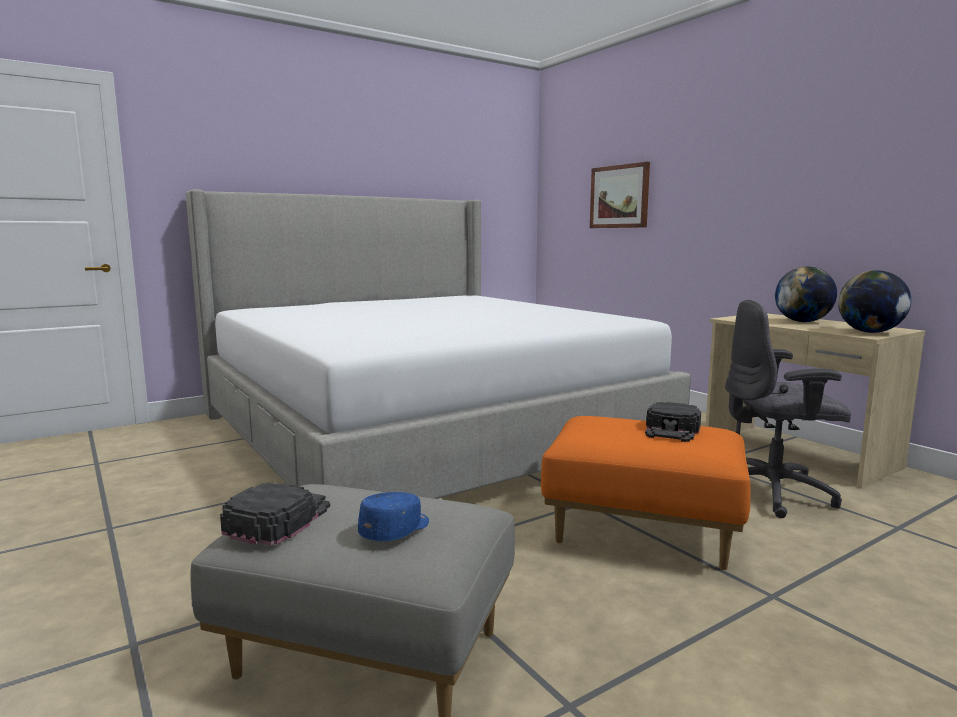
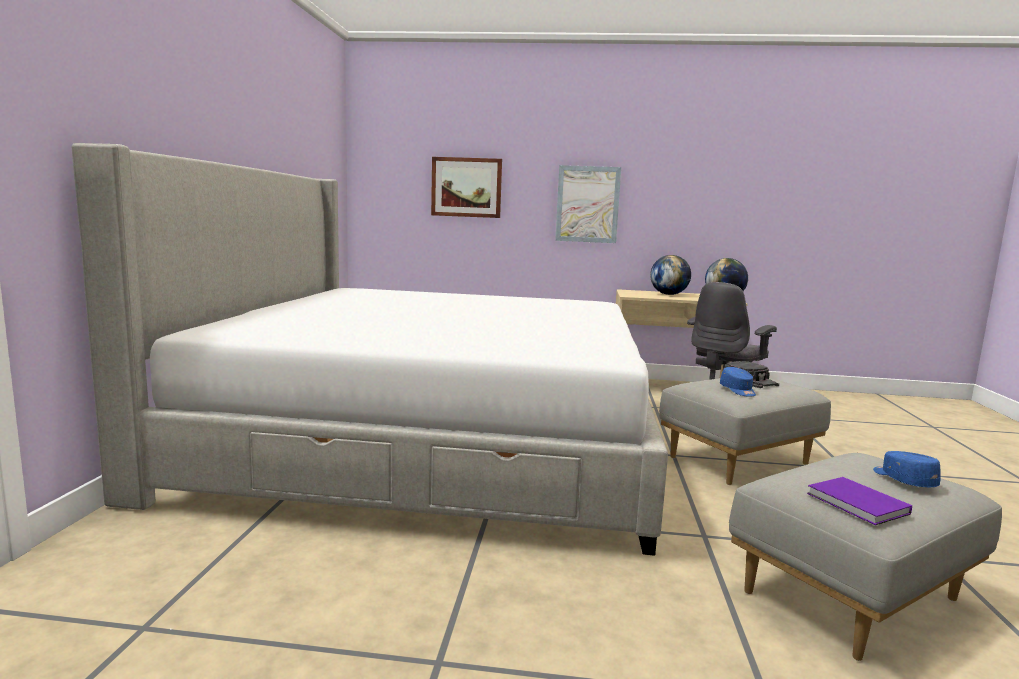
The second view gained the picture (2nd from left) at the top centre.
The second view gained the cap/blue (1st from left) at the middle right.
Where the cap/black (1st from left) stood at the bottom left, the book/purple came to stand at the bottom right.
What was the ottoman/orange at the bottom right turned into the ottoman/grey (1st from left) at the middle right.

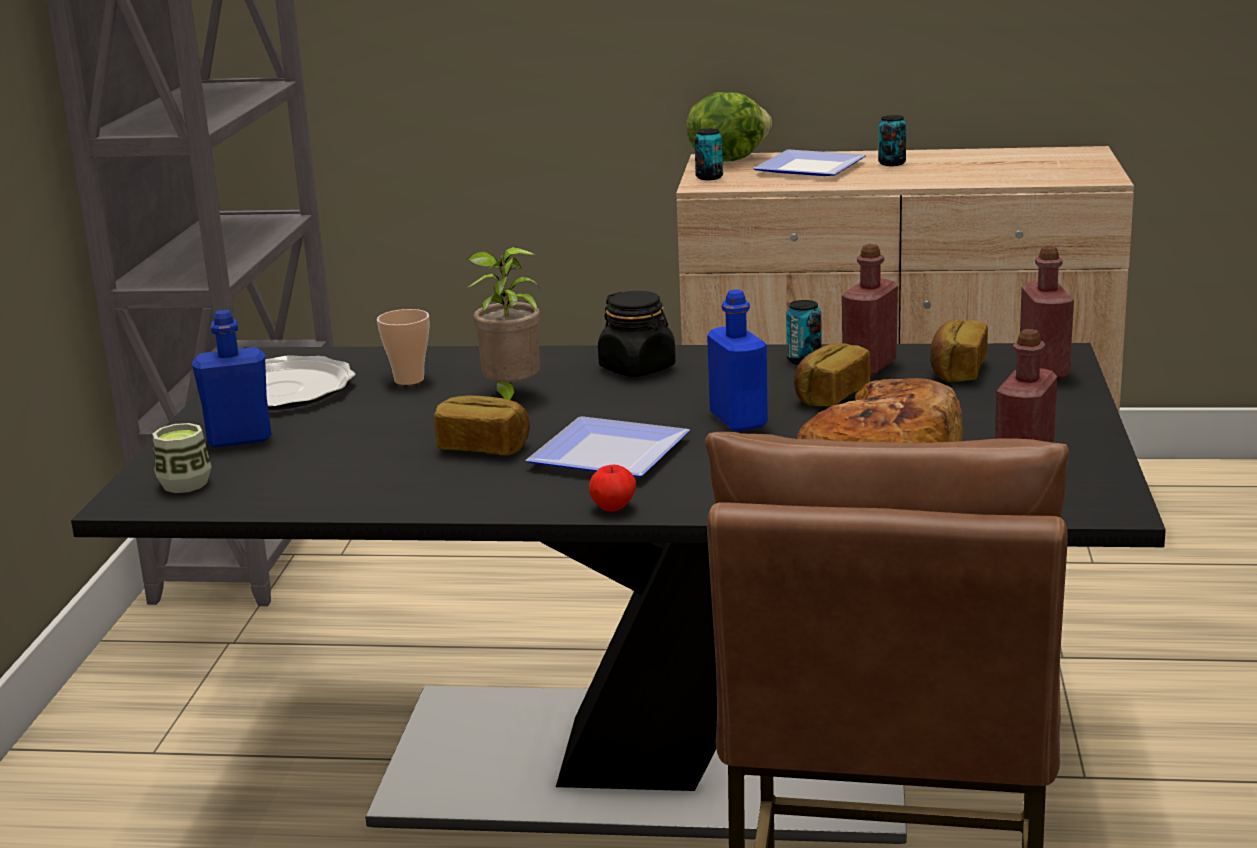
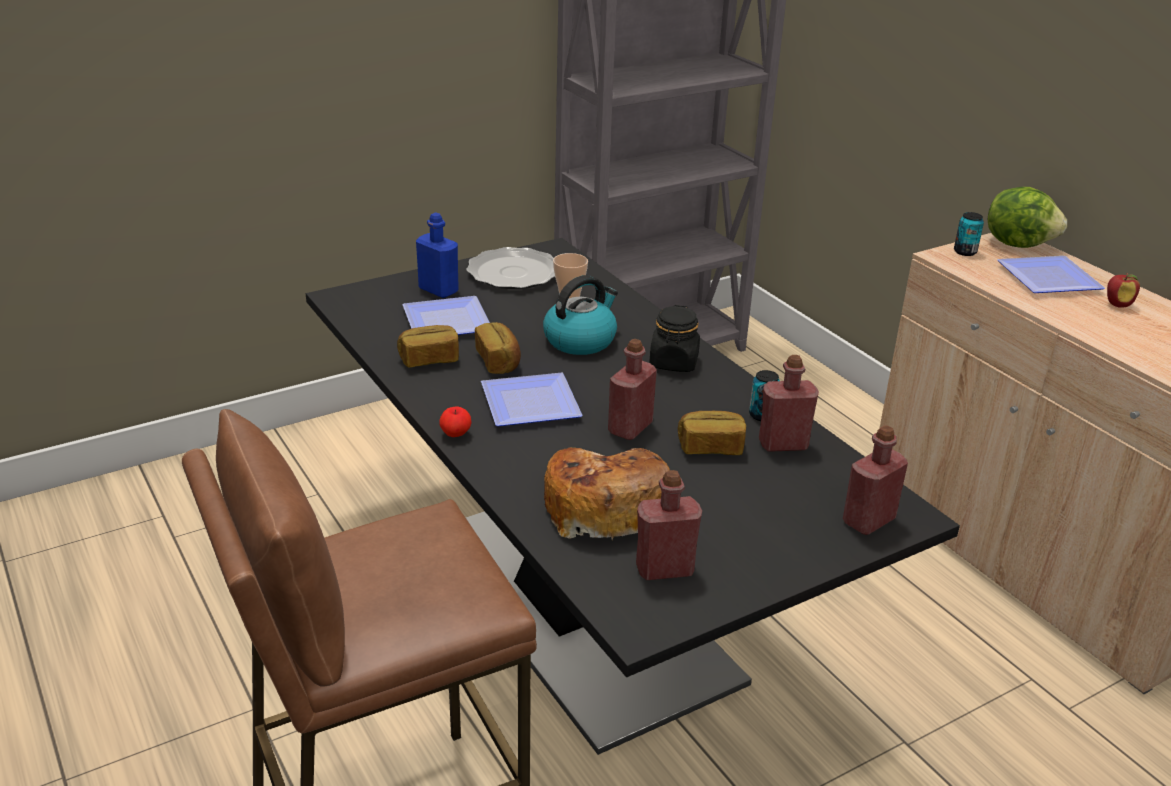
The second view lost the cup (1st from left) at the middle left.
The second view gained the plate (1st from left) at the centre.
The bread (4th from left in the first image) ended up elsewhere, having gone from the middle right to the centre.
Where the potted plant stood at the centre, the kettle came to stand at the centre.
Where the can (3rd from left) stood at the top right, the apple (2nd from left) came to stand at the middle right.
What was the bottle/blue (2nd from left) at the centre turned into the bottle/red (1st from left) at the centre.

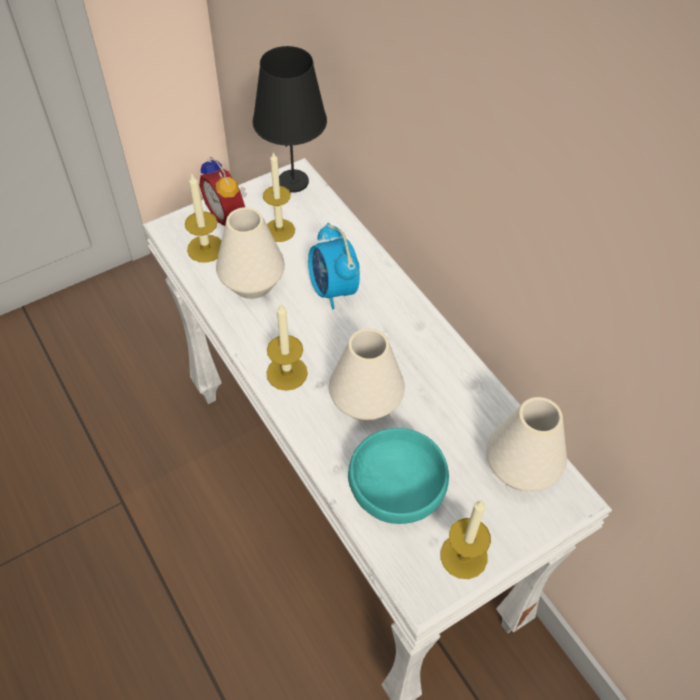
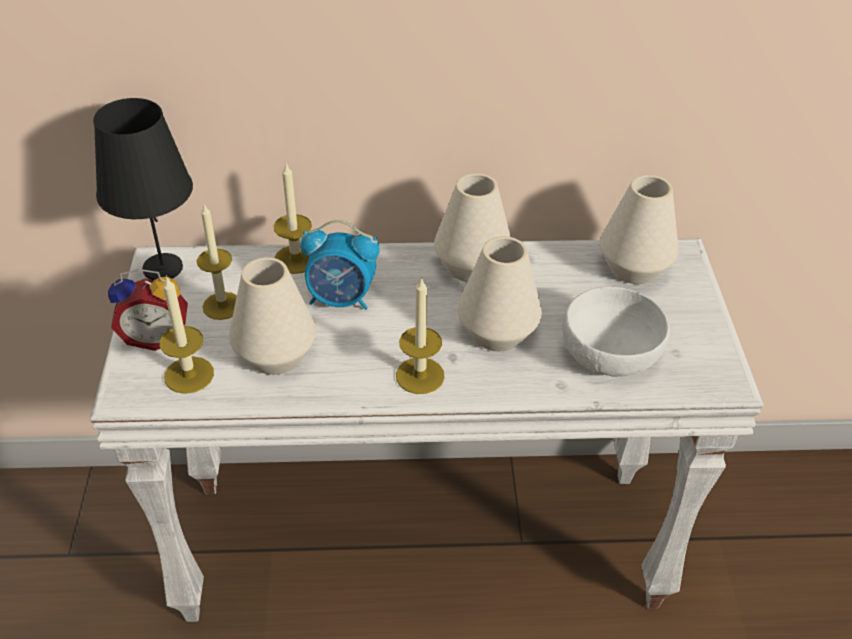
The second view gained the vase/white (2nd from left) at the centre.
The candle (4th from left in the first image) ended up elsewhere, having gone from the bottom centre to the centre.
What was the bowl/turquoise at the bottom centre turned into the bowl/white at the middle right.

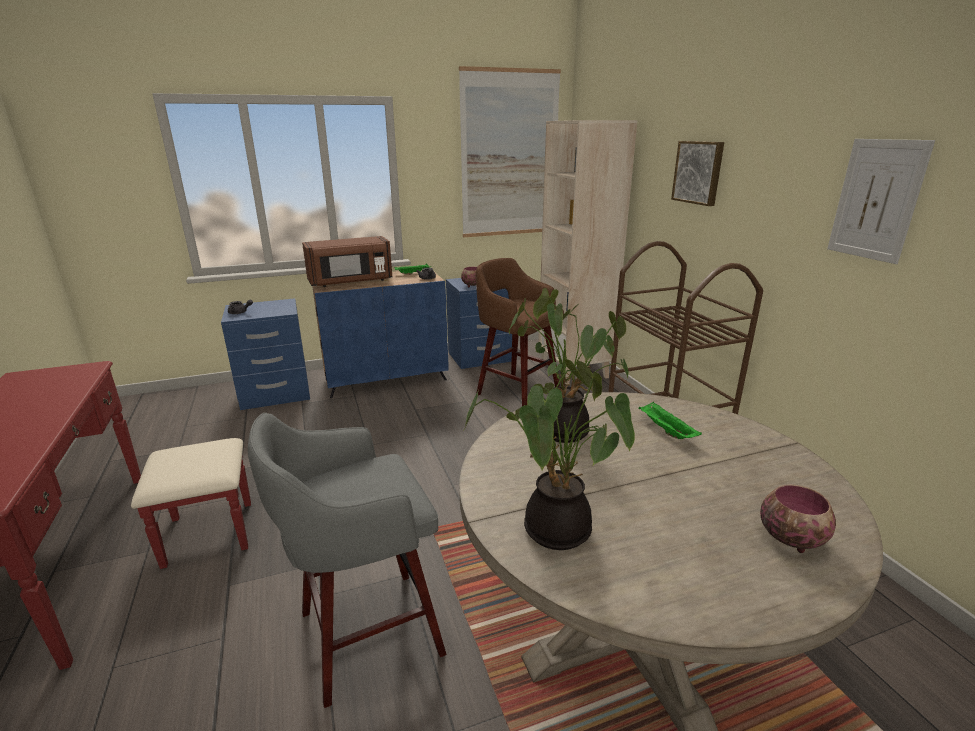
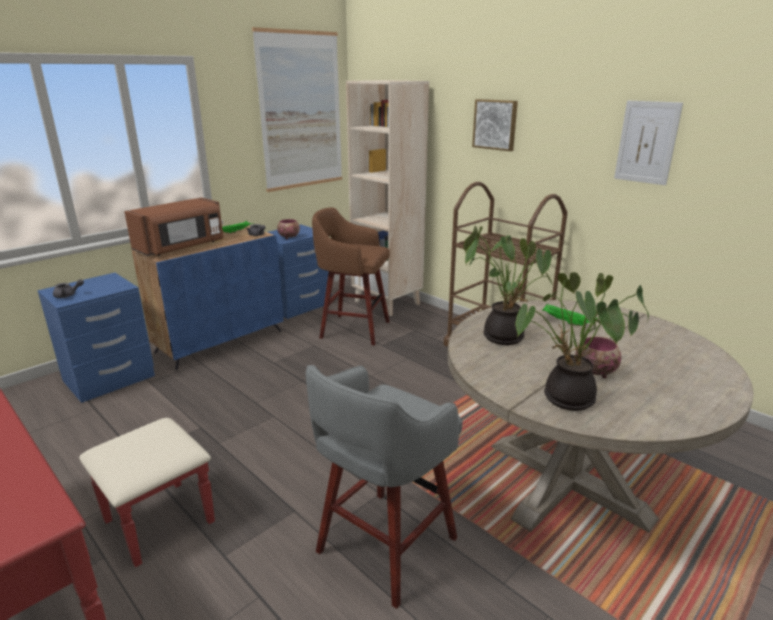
The bowl (2nd from left) ended up elsewhere, having gone from the bottom right to the middle right.

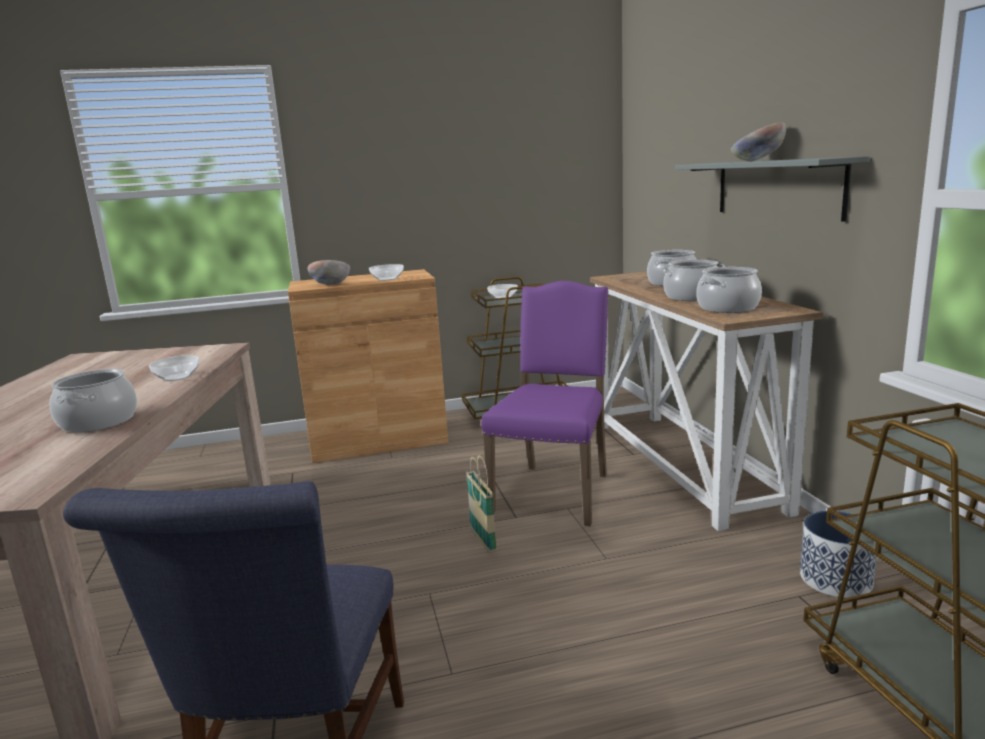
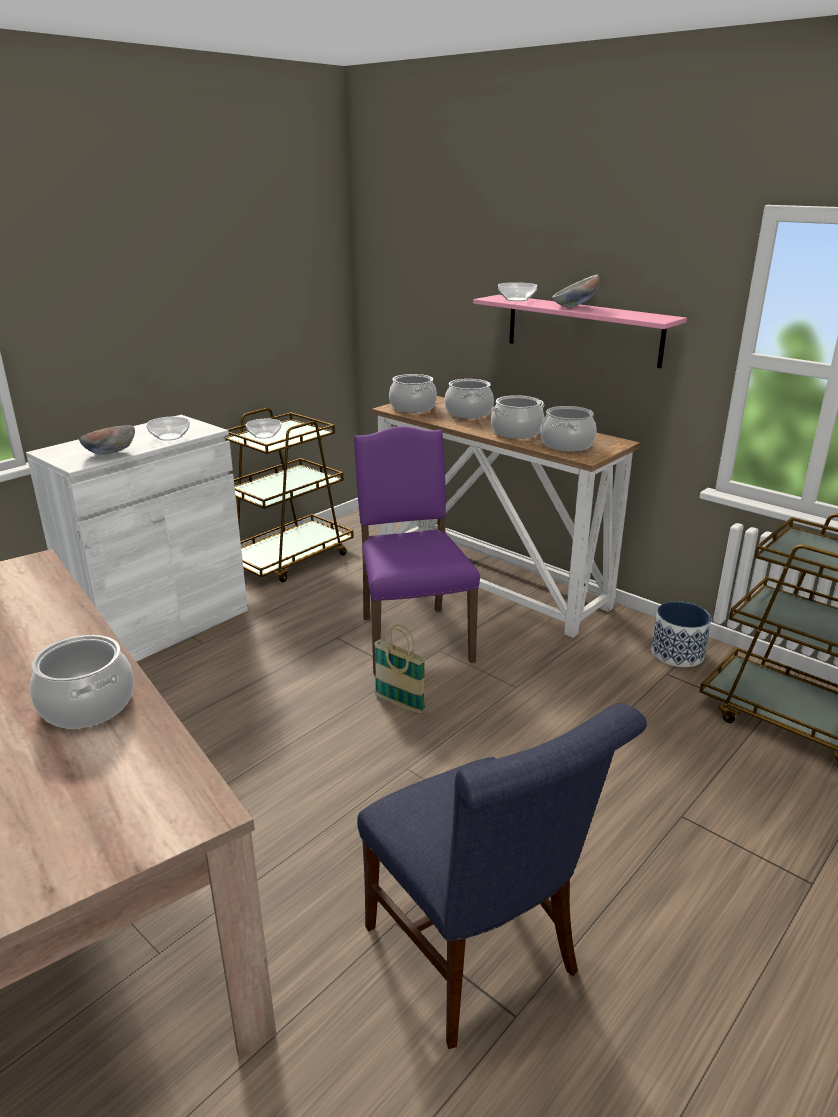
The second view gained the cooking pot (2nd from left) at the centre.
The bowl (1st from left in the first image) ended up elsewhere, having gone from the middle left to the top centre.
What was the cabinet/brown at the centre turned into the cabinet/white at the middle left.
What was the shelf/grey at the top right turned into the shelf/pink at the top right.

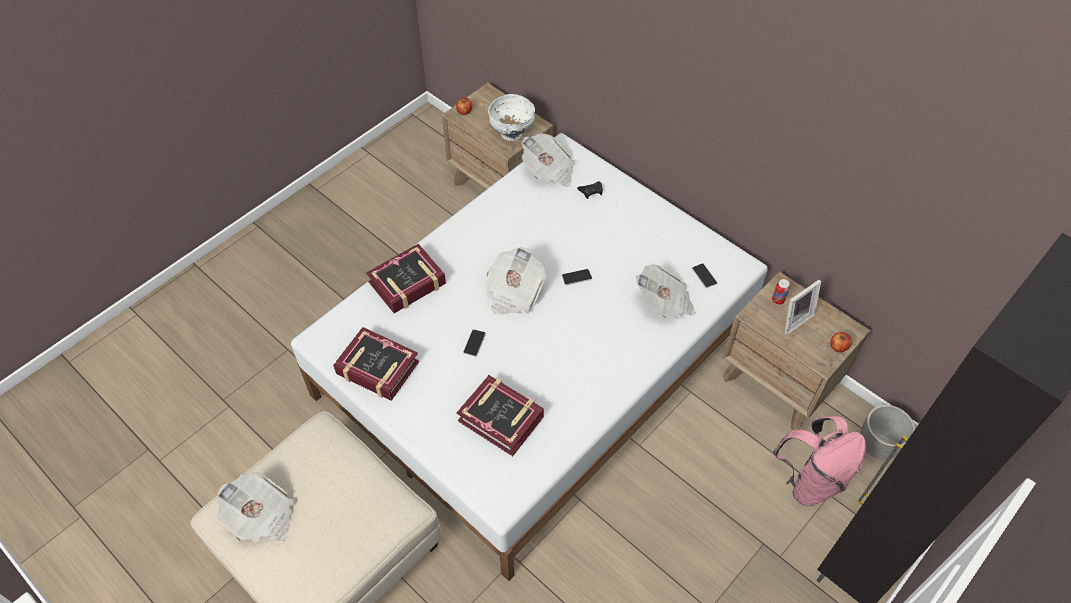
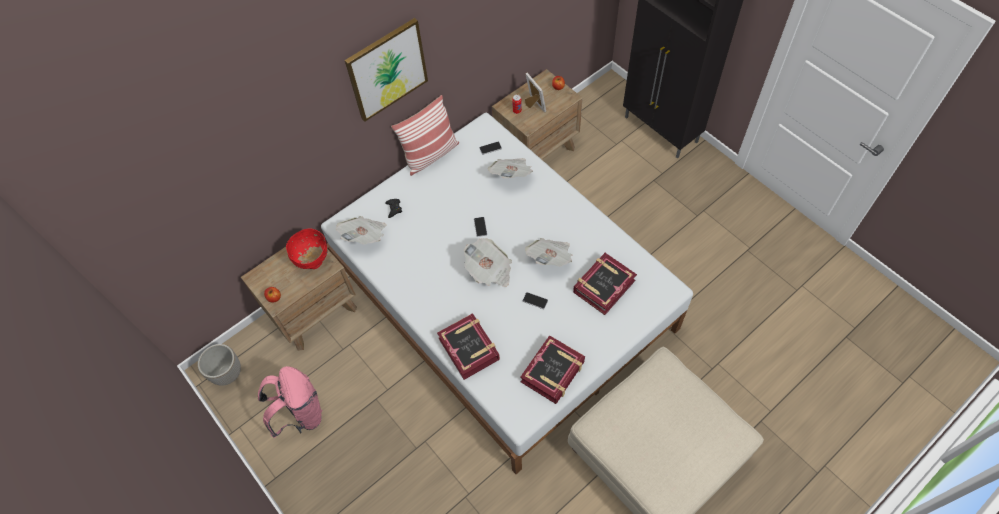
The second view gained the picture at the top centre.
The second view gained the pillow at the top centre.
The newspaper (1st from left in the first image) ended up elsewhere, having gone from the bottom left to the centre.
The backpack/pink ended up elsewhere, having gone from the bottom right to the bottom left.
The planter ended up elsewhere, having gone from the bottom right to the bottom left.
What was the bowl/white at the top centre turned into the bowl/red at the middle left.

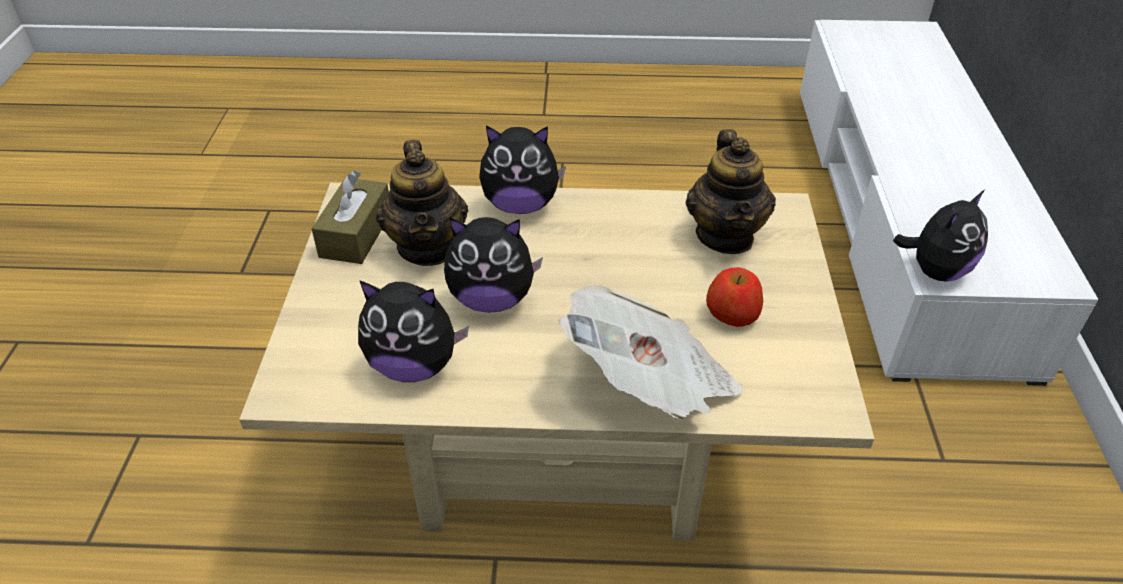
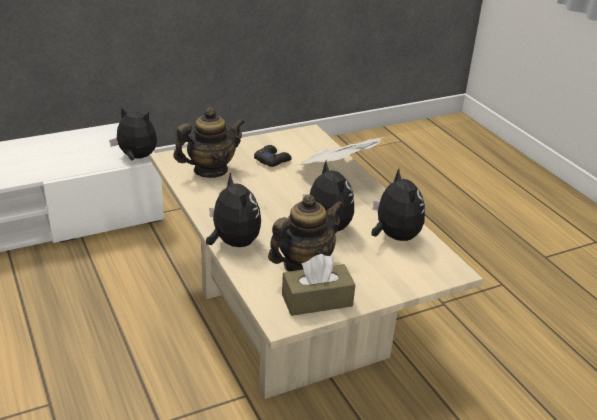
Where the apple stood at the centre, the game controller/black came to stand at the centre.

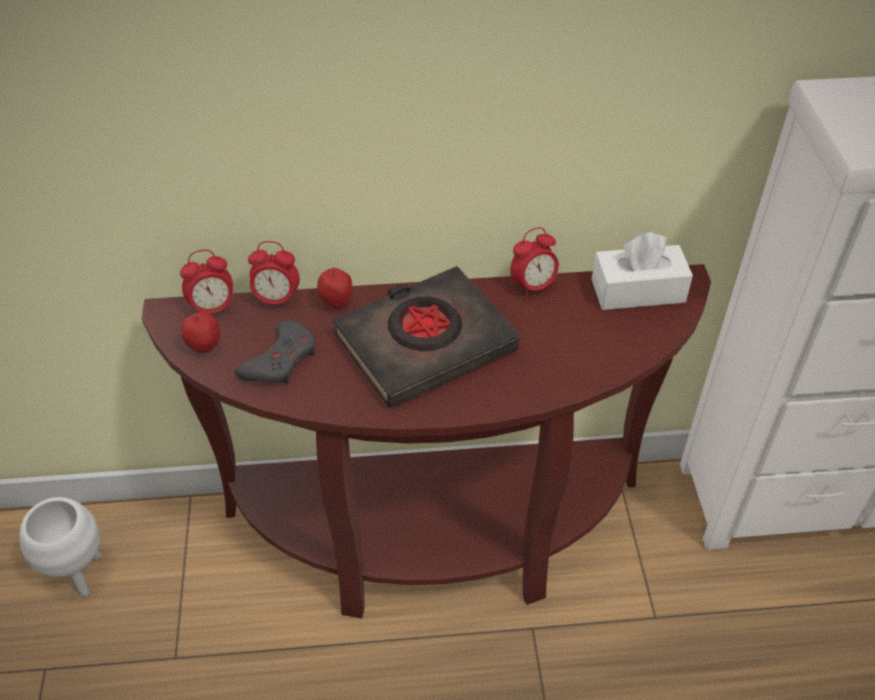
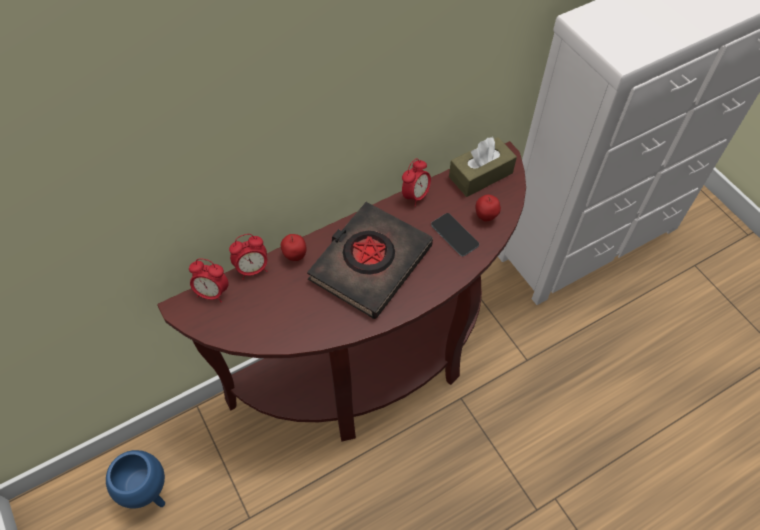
The second view lost the game controller/grey at the middle left.
The second view gained the phone at the centre.
The apple (1st from left in the first image) ended up elsewhere, having gone from the middle left to the centre.
What was the planter/white at the bottom left turned into the planter/blue at the bottom left.
What was the tissue box/white at the middle right turned into the tissue box/brown at the top centre.
The alarm clock (1st from left) at the middle left ended up facing another way, 60 degrees clockwise from before.

